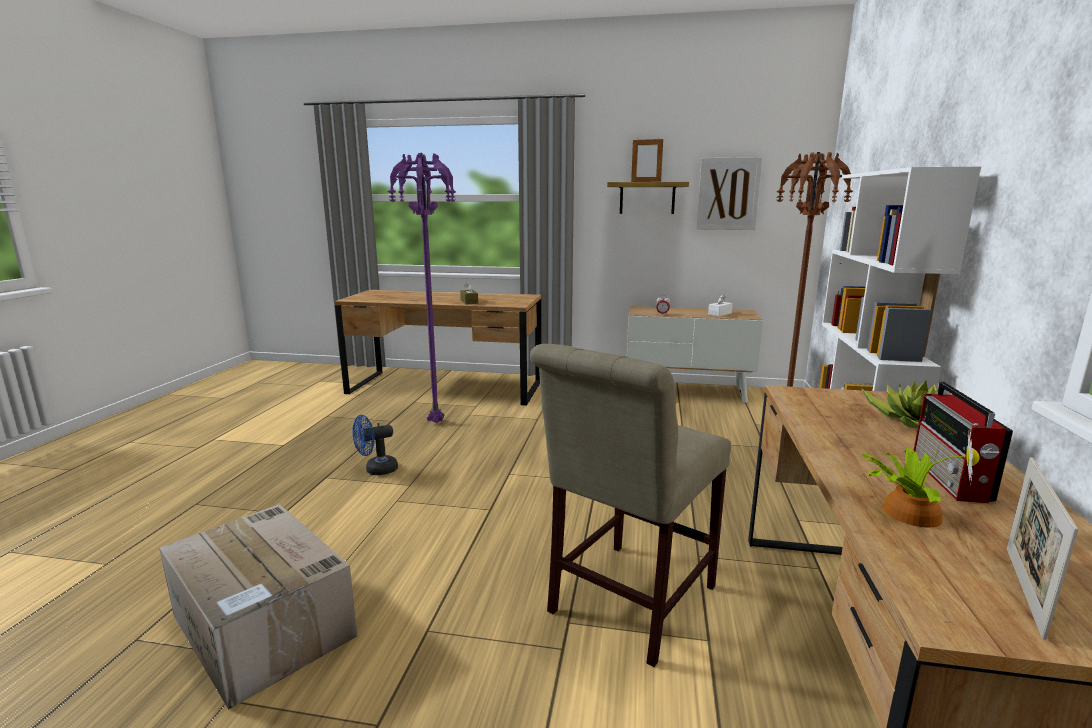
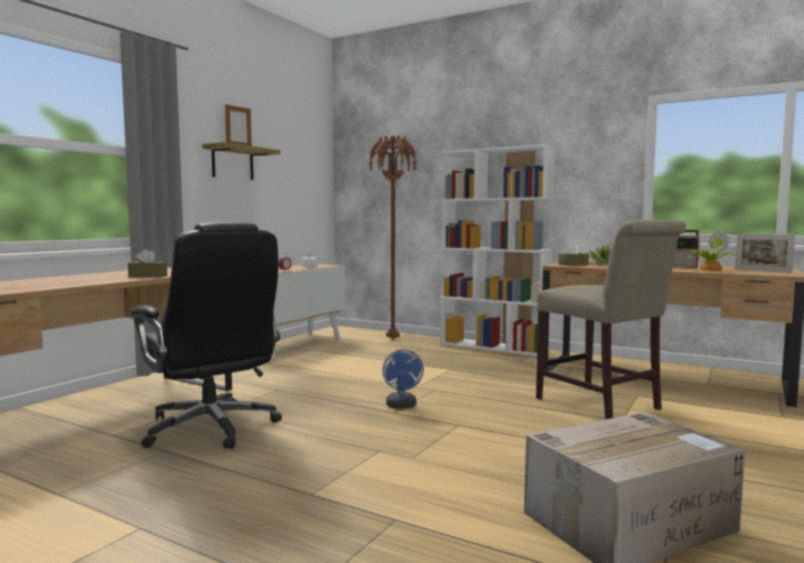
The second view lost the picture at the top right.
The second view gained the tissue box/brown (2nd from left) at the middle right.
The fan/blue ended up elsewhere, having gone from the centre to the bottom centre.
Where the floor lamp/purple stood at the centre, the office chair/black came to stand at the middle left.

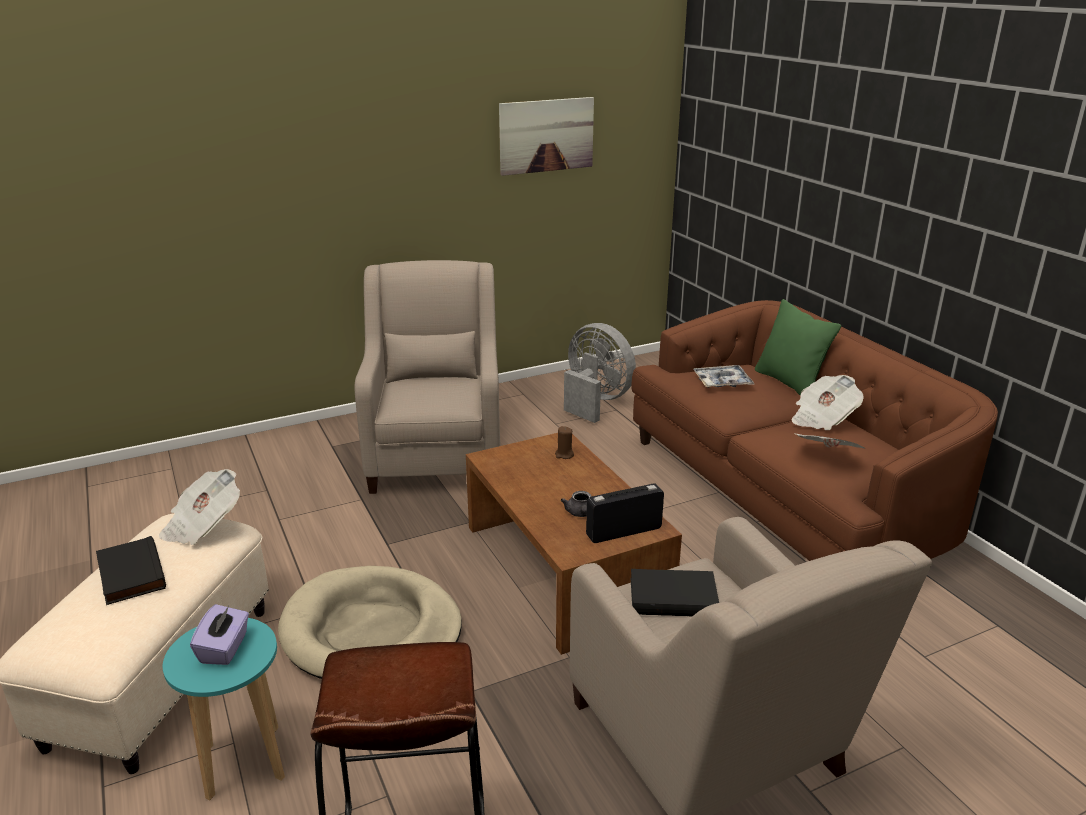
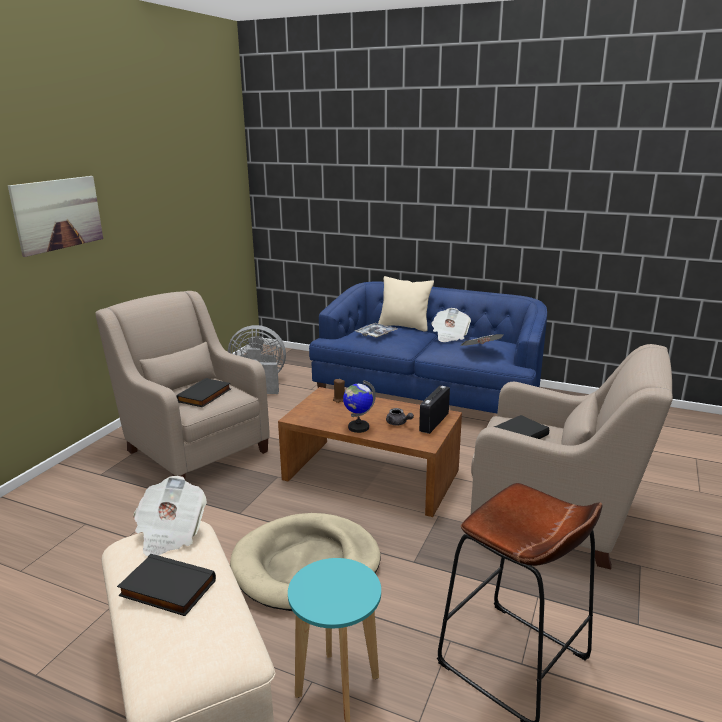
The second view lost the tissue box/purple at the bottom left.
The second view gained the book/black (2nd from left) at the middle left.
The second view gained the globe at the centre.
The picture ended up elsewhere, having gone from the top centre to the top left.
What was the sofa/brown at the middle right turned into the sofa/blue at the centre.
What was the pillow/green at the middle right turned into the pillow/beige at the centre.

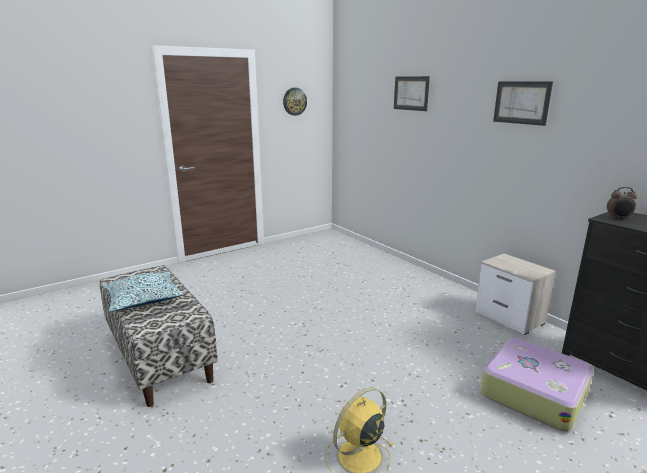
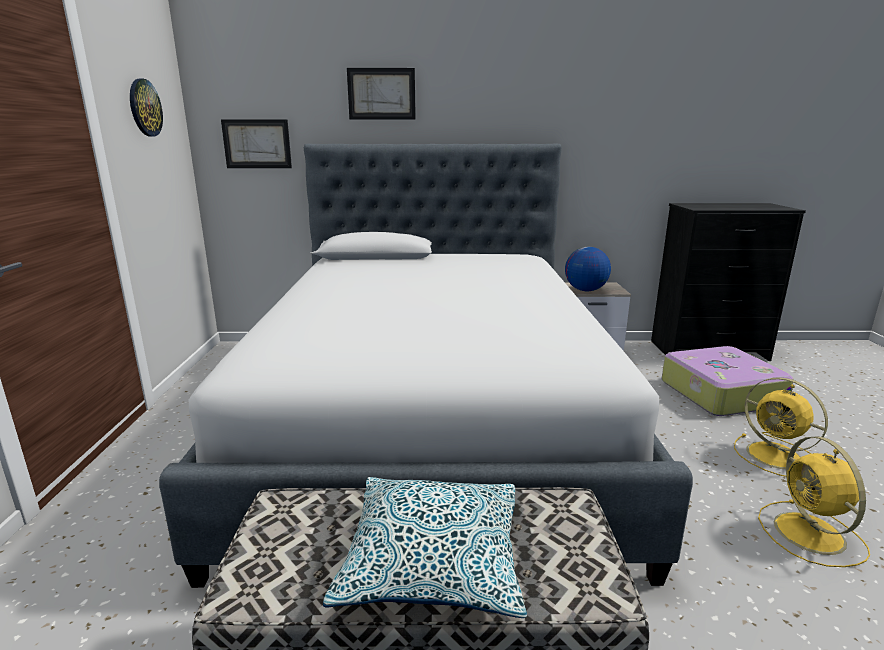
The second view lost the alarm clock at the middle right.
The second view gained the bed at the centre.
The second view gained the globe at the centre.
The second view gained the fan/yellow (1st from left) at the middle right.
The picture (2nd from left in the first image) ended up elsewhere, having gone from the top right to the top left.

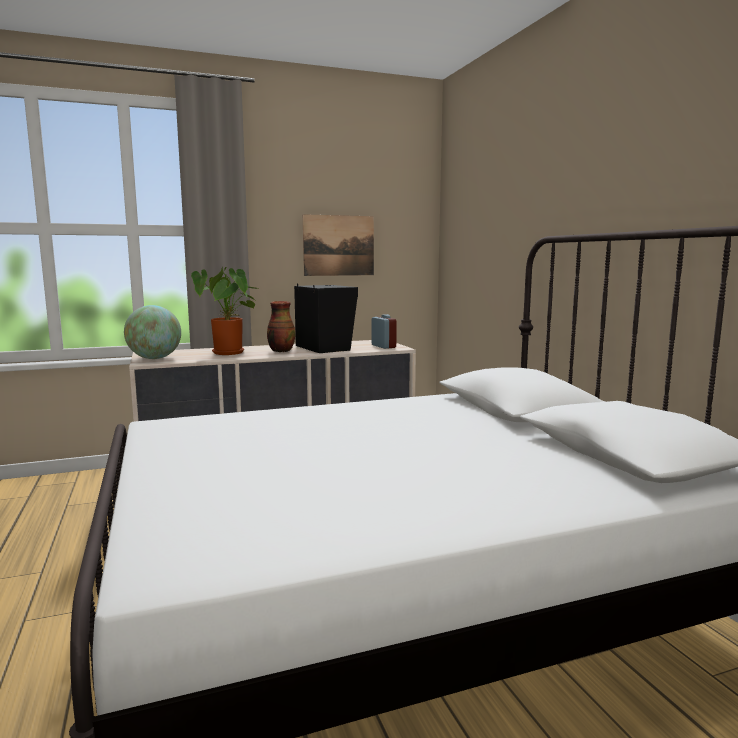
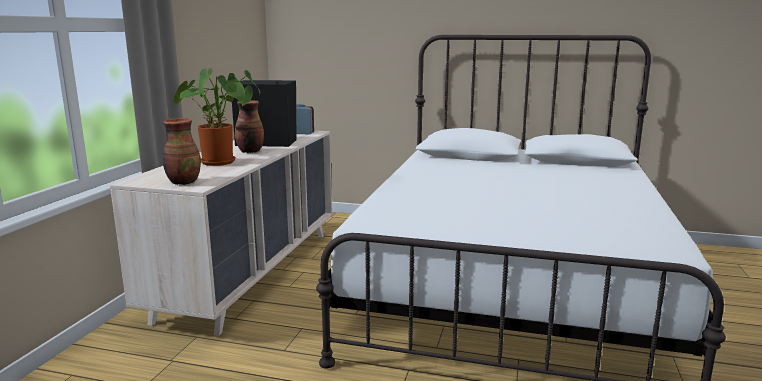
The second view lost the picture at the top centre.
Where the globe stood at the middle left, the vase (1st from left) came to stand at the middle left.

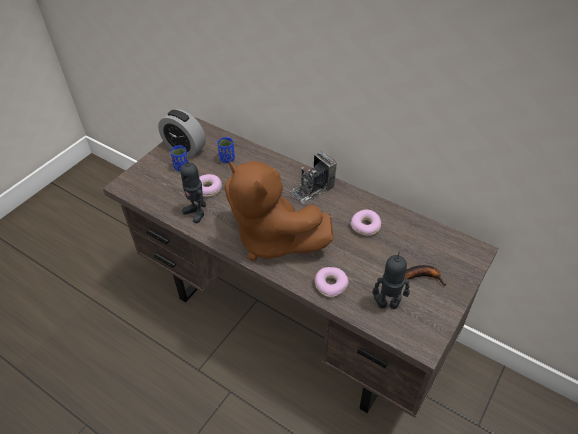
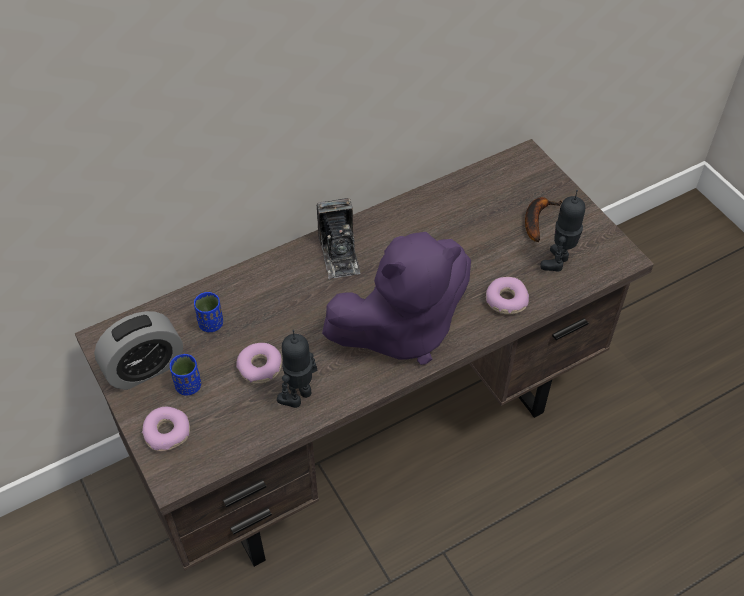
The donut (3rd from left in the first image) ended up elsewhere, having gone from the centre to the bottom left.
What was the plush toy/brown at the centre turned into the plush toy/purple at the centre.
The toy robot (1st from left) at the centre ended up facing another way, 150 degrees clockwise from before.

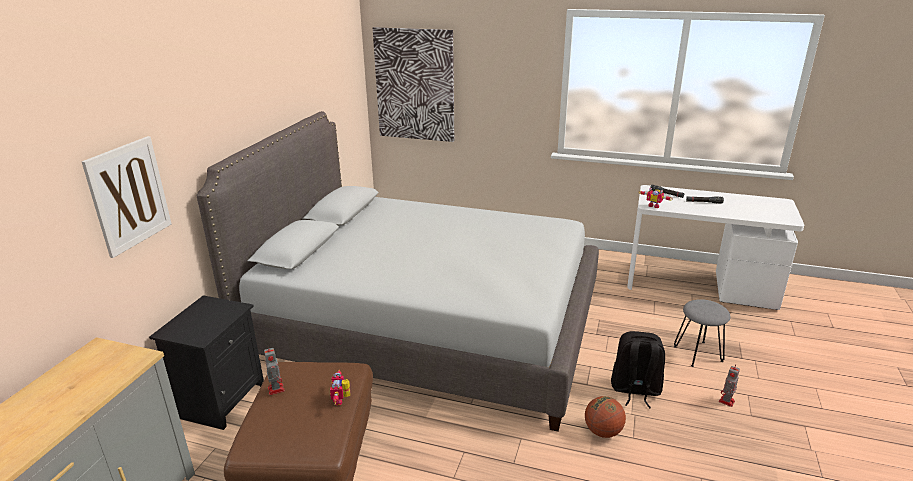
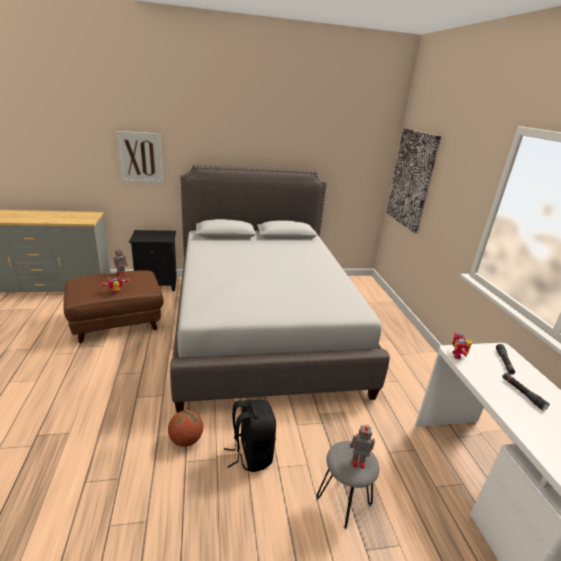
The toy robot (4th from left in the first image) ended up elsewhere, having gone from the bottom right to the bottom centre.

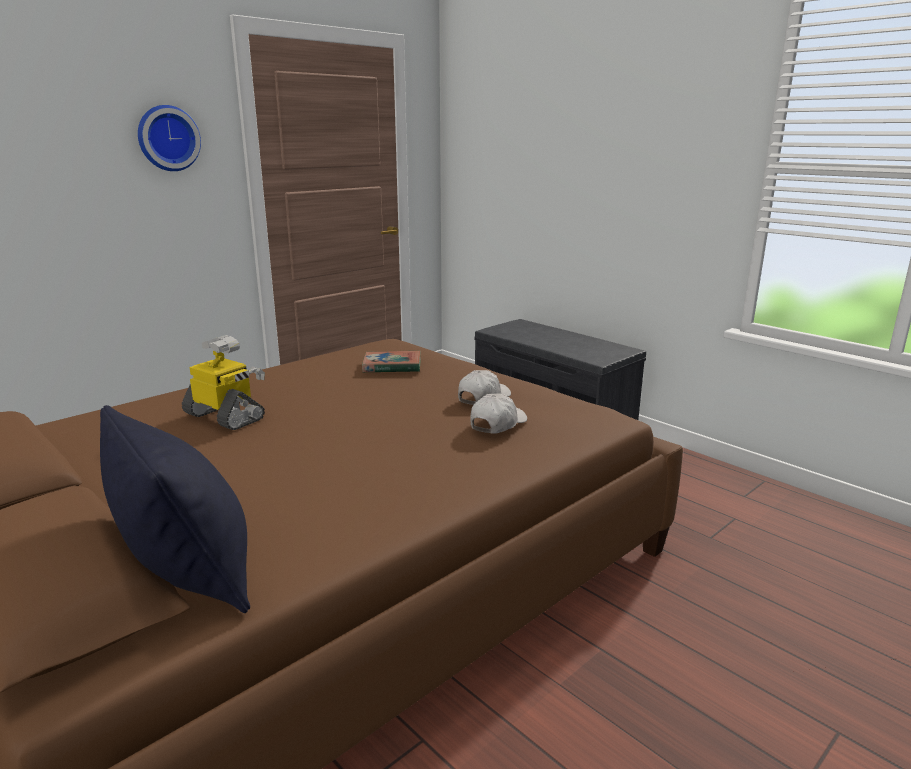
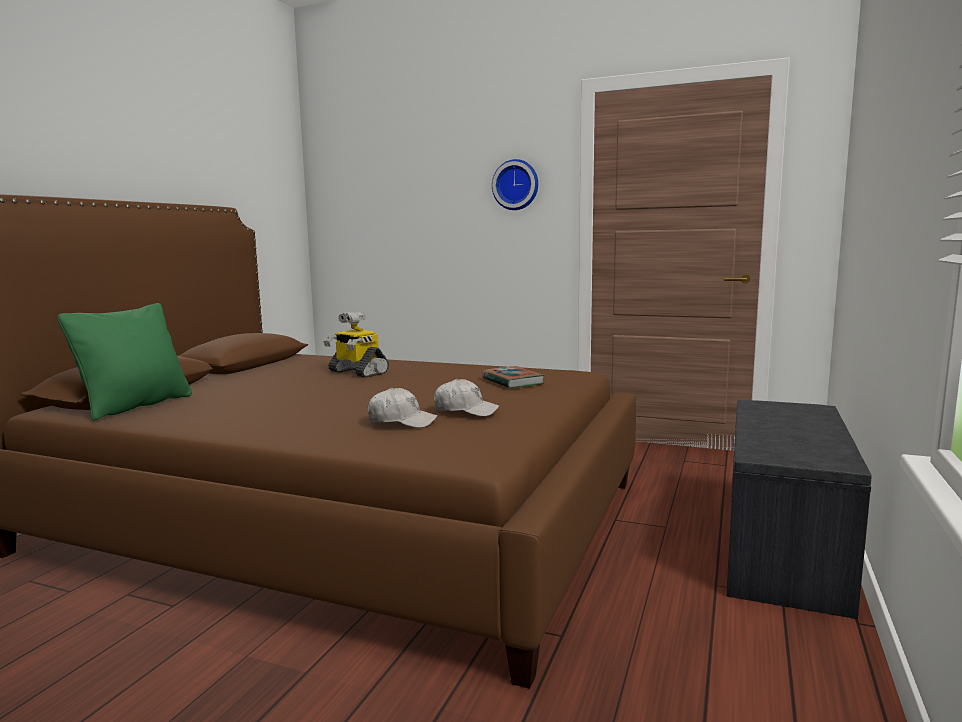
What was the pillow/black at the middle left turned into the pillow/green at the middle left.
The toy robot at the middle left ended up facing another way, 120 degrees clockwise from before.

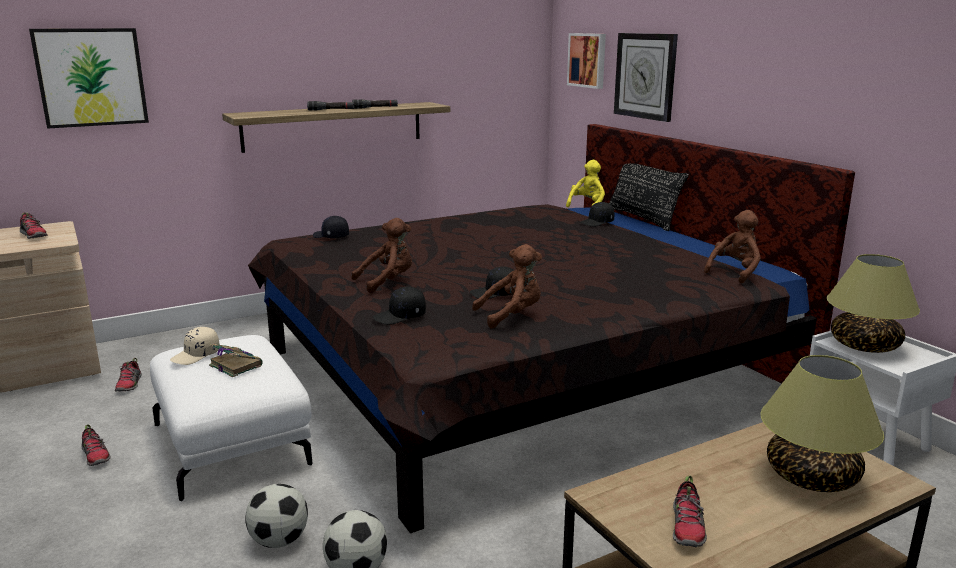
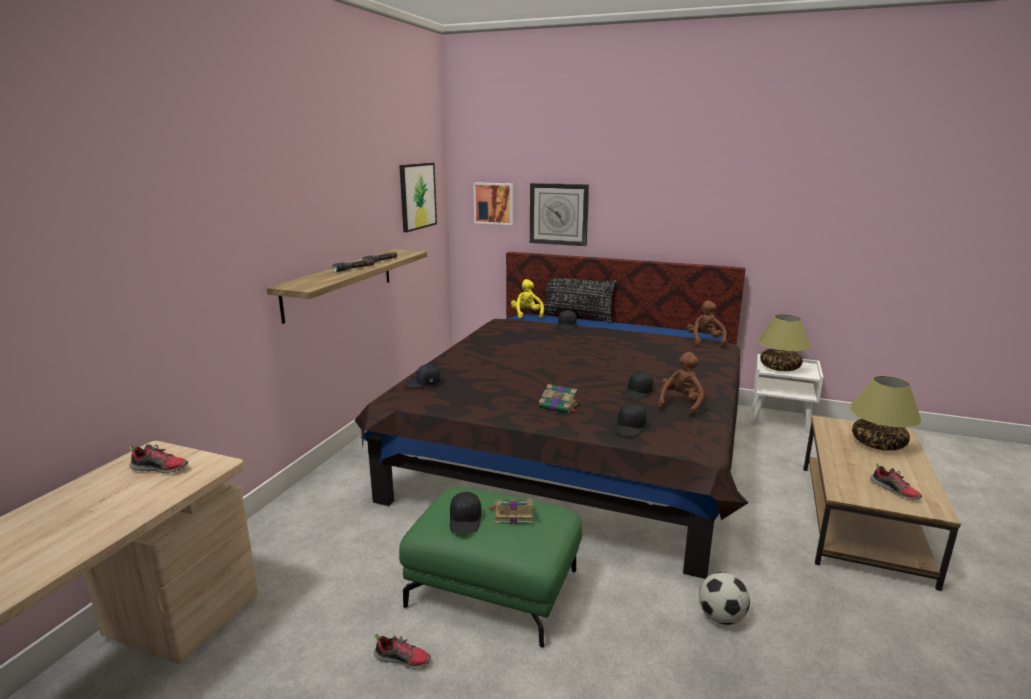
The second view lost the shoe (3rd from left) at the middle left.
The second view lost the football (1st from left) at the bottom left.
The picture (1st from left) ended up elsewhere, having gone from the top left to the top centre.
Where the plush toy/brown (1st from left) stood at the centre, the book (2nd from left) came to stand at the centre.
What was the ottoman/white at the bottom left turned into the ottoman/green at the bottom centre.
What was the cap/beige at the middle left turned into the cap/black (2nd from left) at the bottom centre.

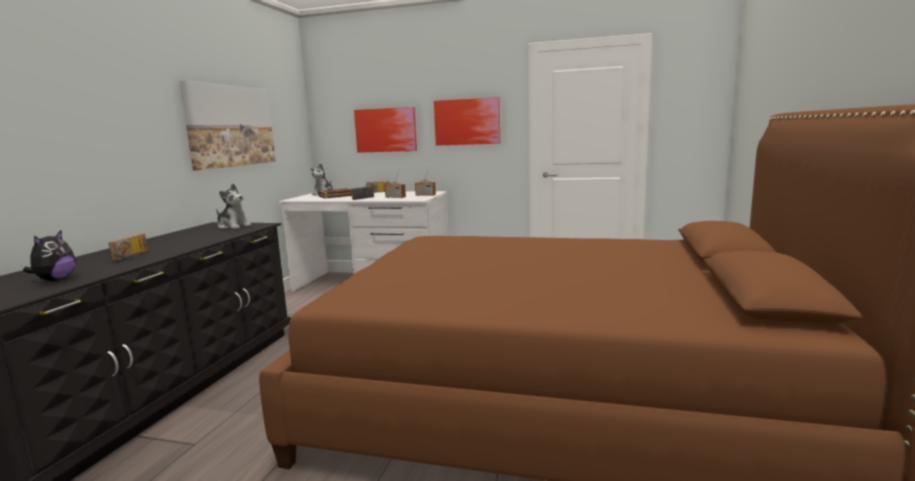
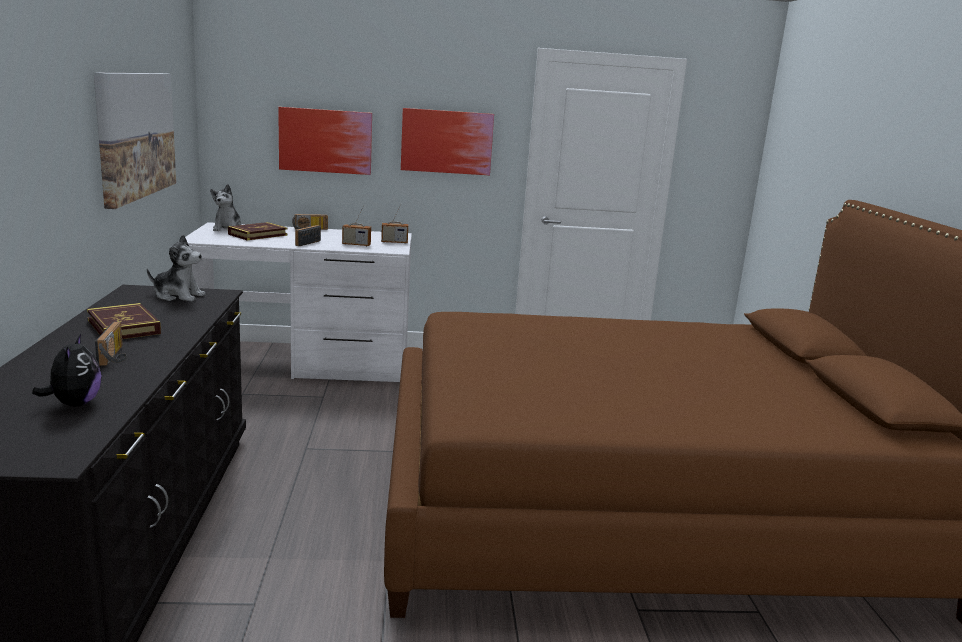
The second view gained the book (1st from left) at the middle left.

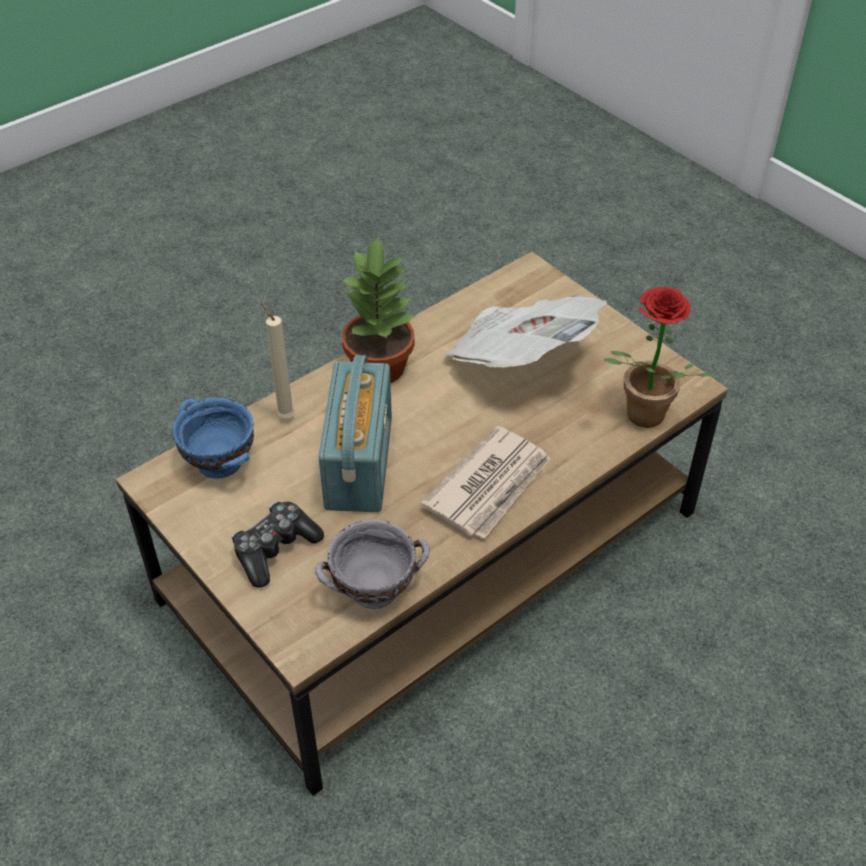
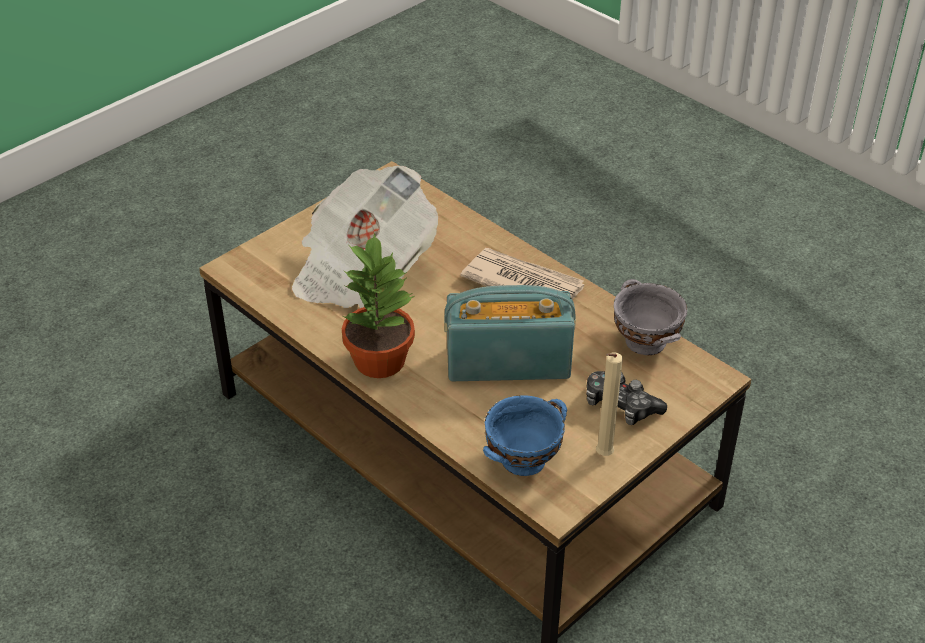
The second view lost the potted plant (2nd from left) at the middle right.
The candle/beige ended up elsewhere, having gone from the middle left to the centre.

